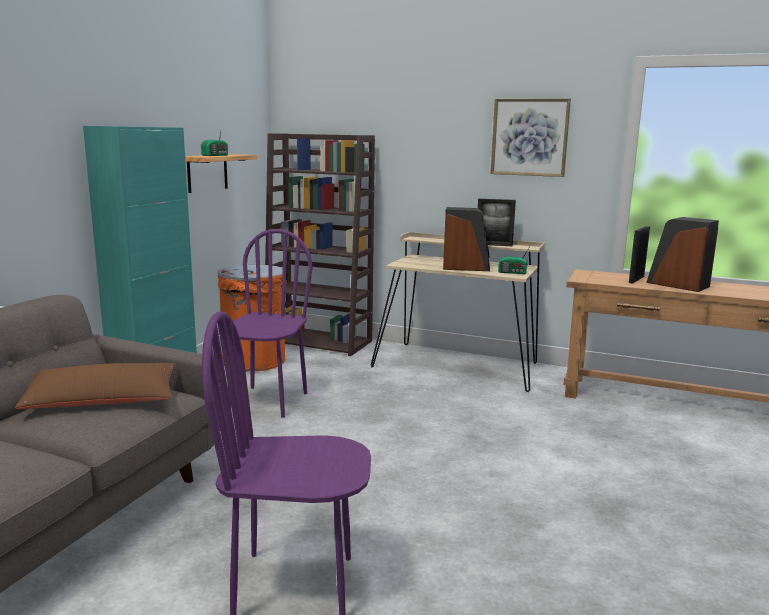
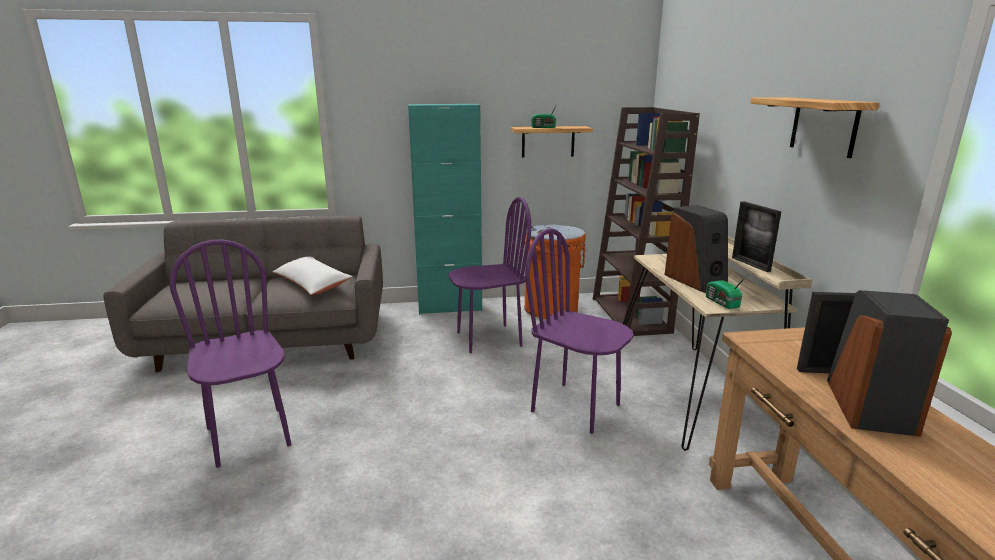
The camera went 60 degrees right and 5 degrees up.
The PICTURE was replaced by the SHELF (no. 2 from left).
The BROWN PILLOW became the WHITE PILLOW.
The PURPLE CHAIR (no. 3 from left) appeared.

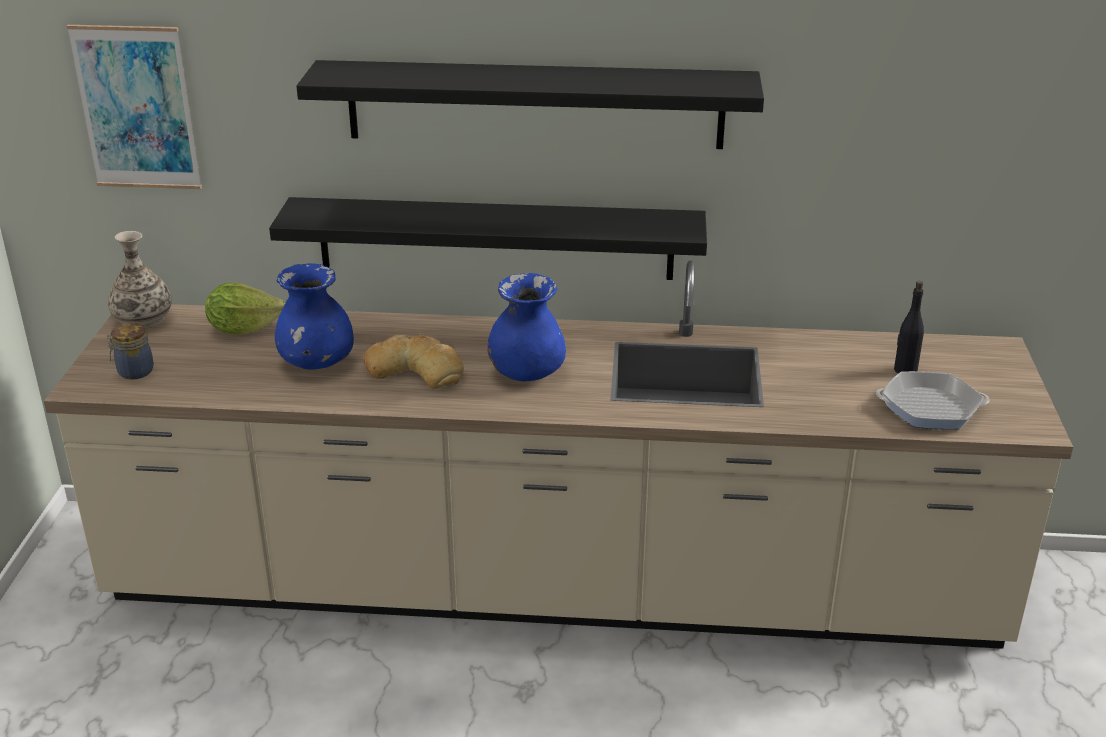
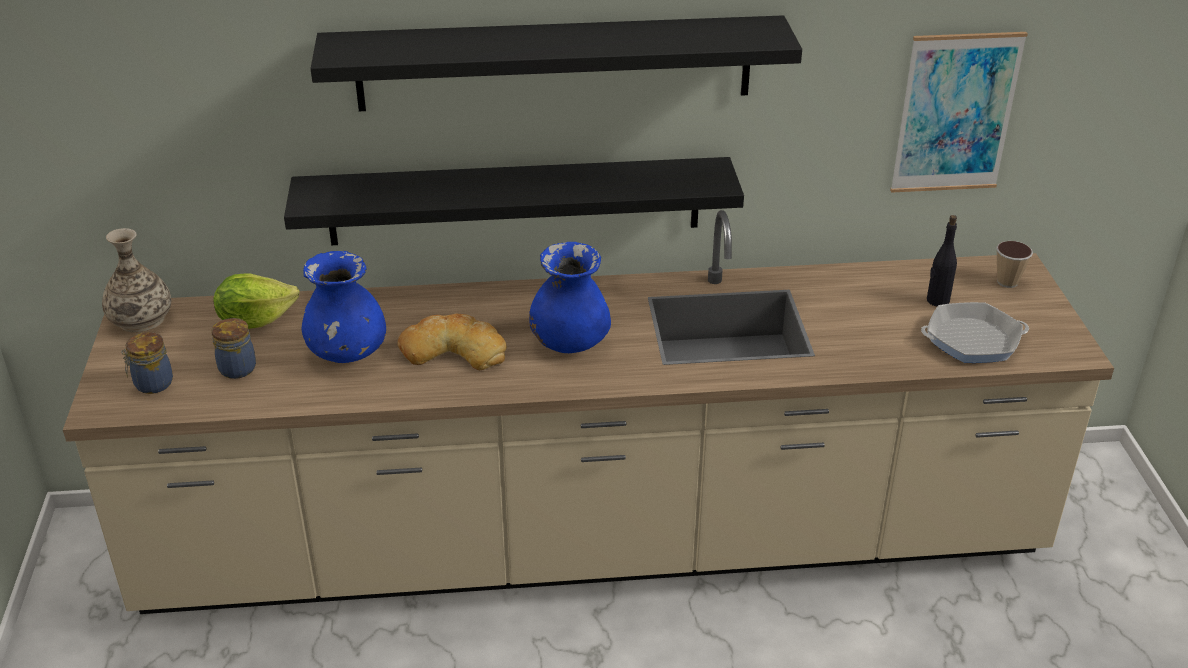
The camera went 10 degrees left and 5 degrees up.
The PICTURE moved.
The CUP appeared.
The JAR (no. 2 from left) appeared.

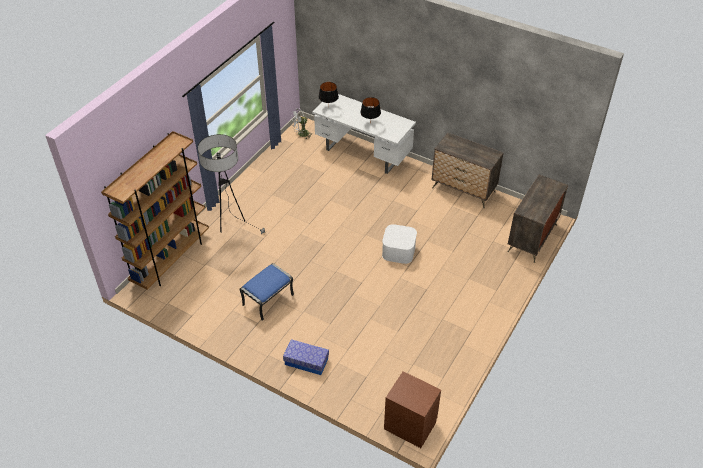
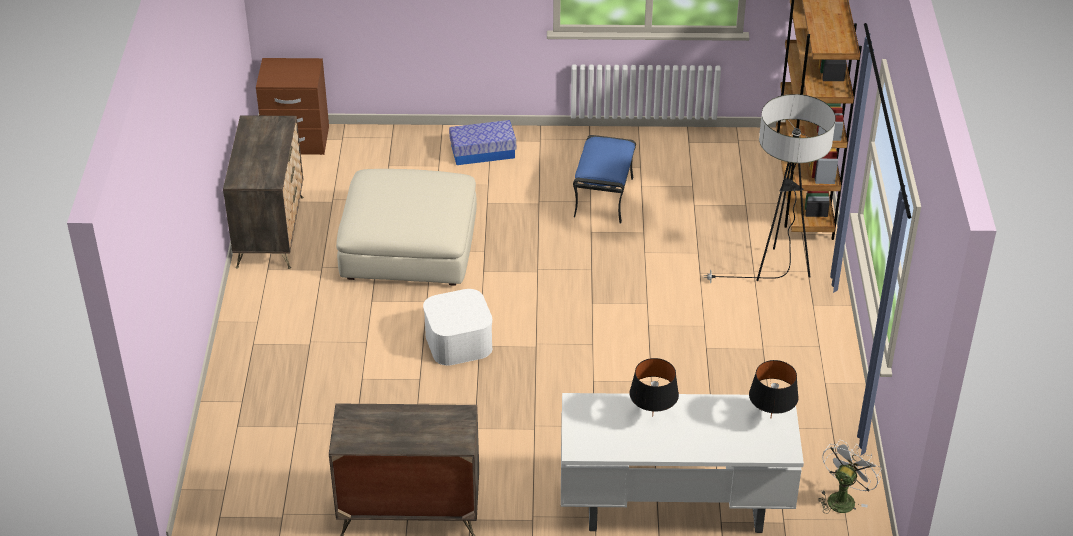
The camera went 150 degrees right and 5 degrees down.
The DRESSER (no. 2 from left in the first image) moved.
The BEIGE OTTOMAN appeared.

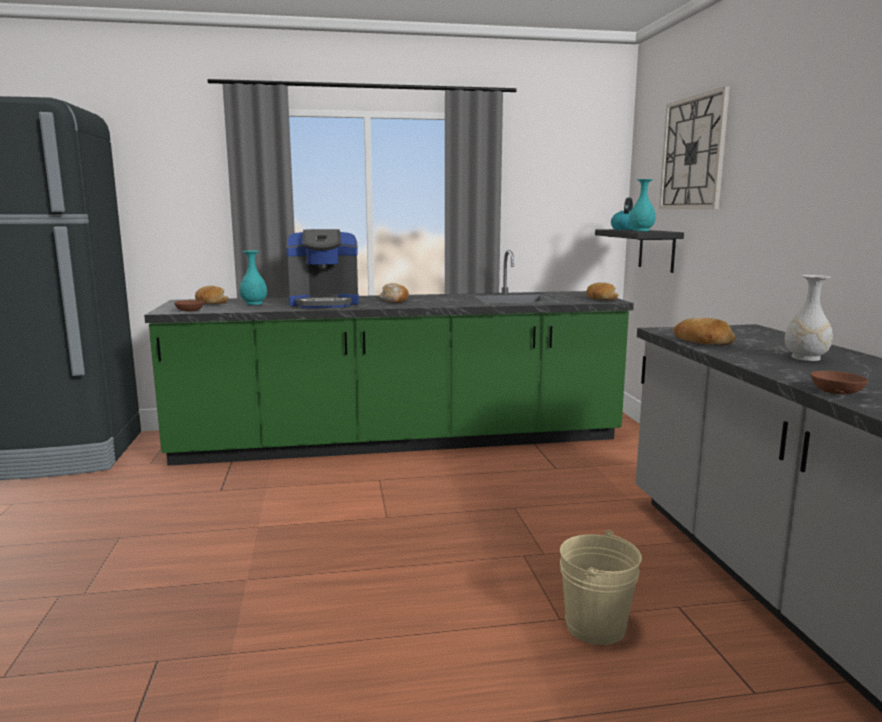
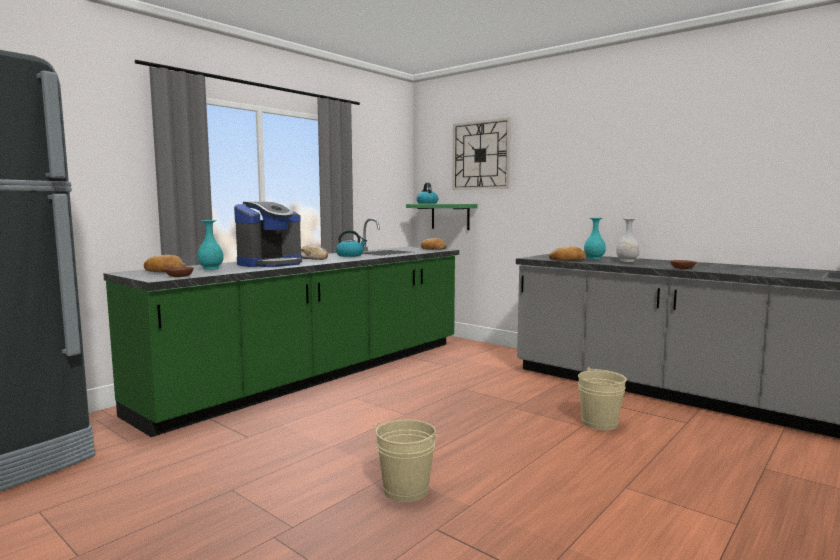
The camera went 40 degrees left and 5 degrees down.
The TURQUOISE VASE (no. 2 from left) moved.
The BLACK SHELF became the GREEN SHELF.
The KETTLE (no. 1 from left) appeared.
The BEIGE BUCKET (no. 1 from left) appeared.

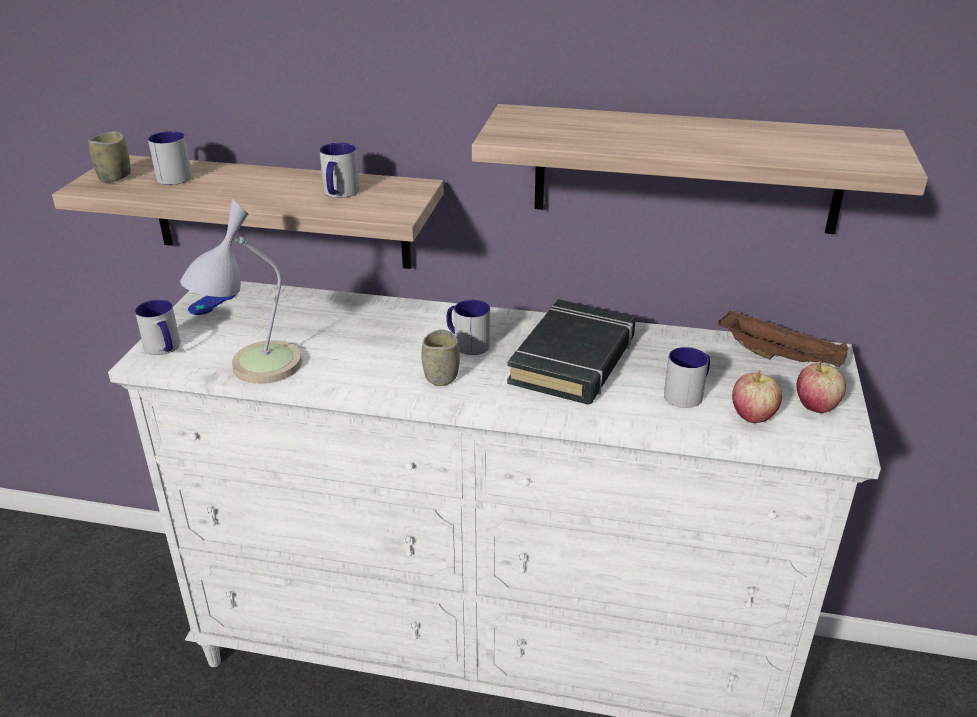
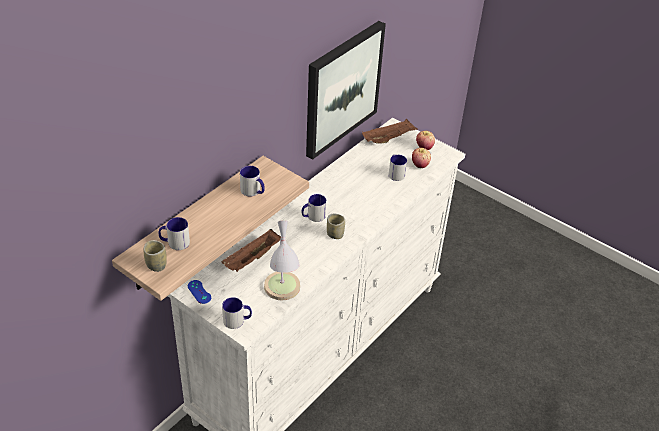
The camera went 65 degrees left and 10 degrees up.
The SHELF (no. 2 from left) was replaced by the PICTURE.
The BLACK BOOK disappeared.
The BROWN TRAY (no. 1 from left) appeared.

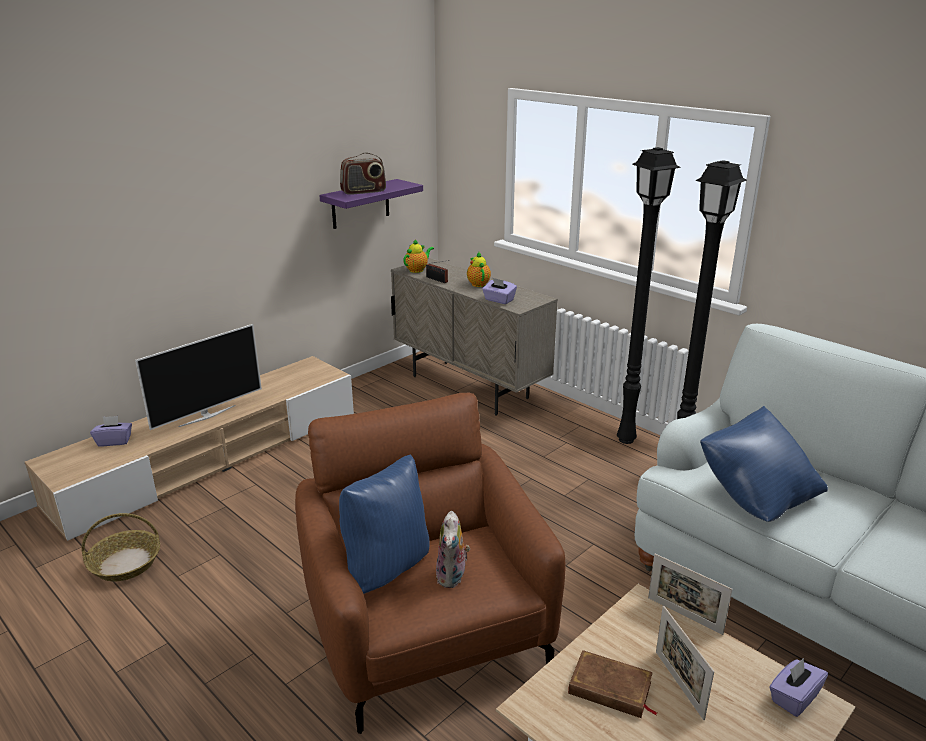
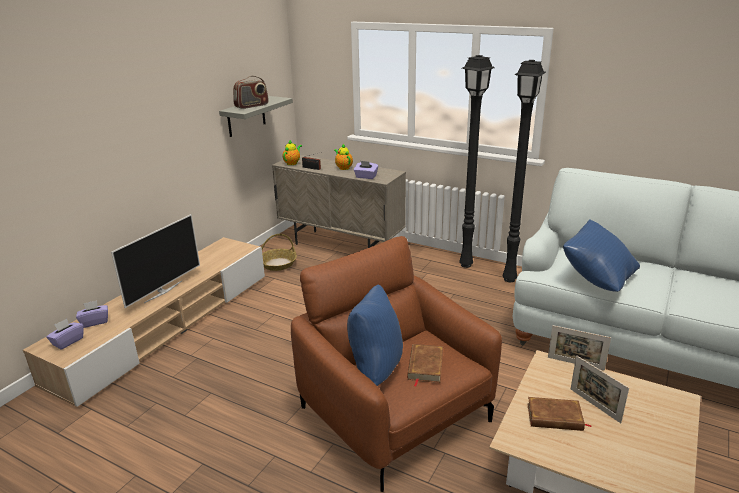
The camera went 15 degrees left and 0 degrees up.
The PURPLE SHELF became the GREY SHELF.
The PLUSH TOY was replaced by the BROWN BOOK (no. 1 from left).
The BASKET moved.
The PURPLE TISSUE BOX (no. 3 from left in the first image) moved.

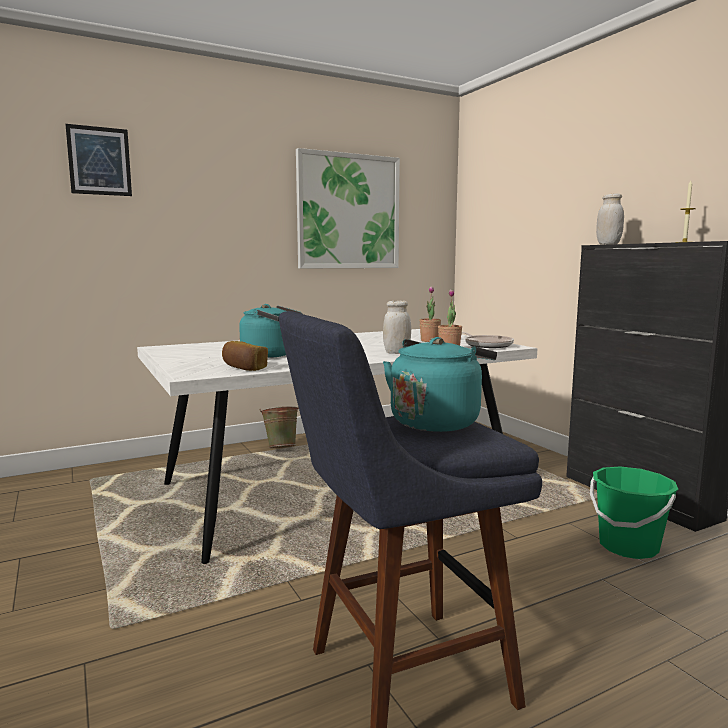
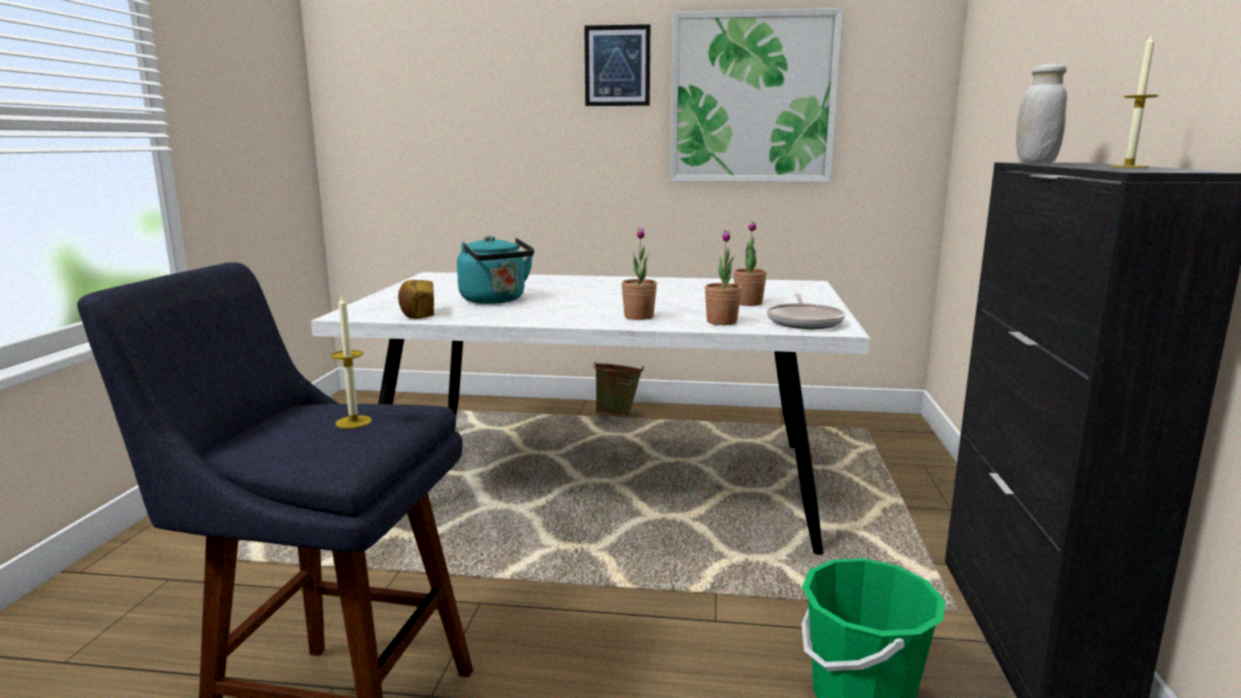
The camera went 35 degrees right and 5 degrees up.
The PICTURE (no. 1 from left) moved.
The WHITE JAR (no. 1 from left) was replaced by the POTTED PLANT (no. 1 from left).
The TURQUOISE KETTLE (no. 2 from left) was replaced by the CANDLE (no. 1 from left).

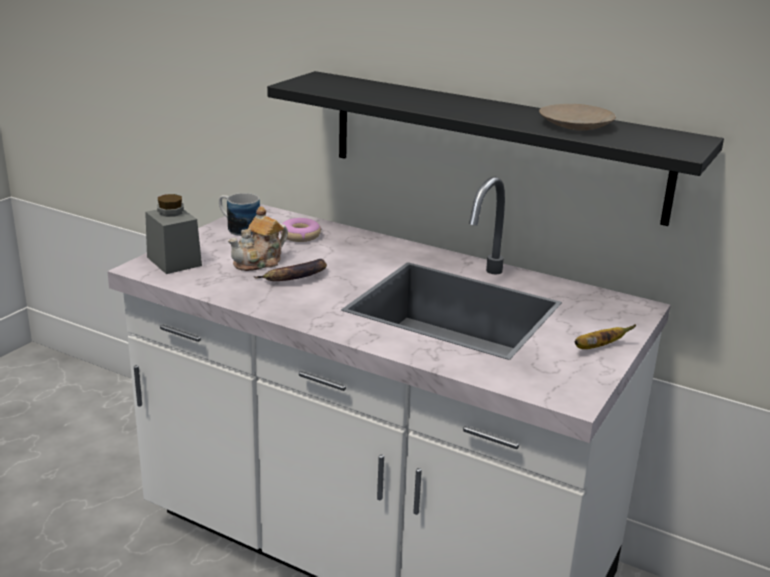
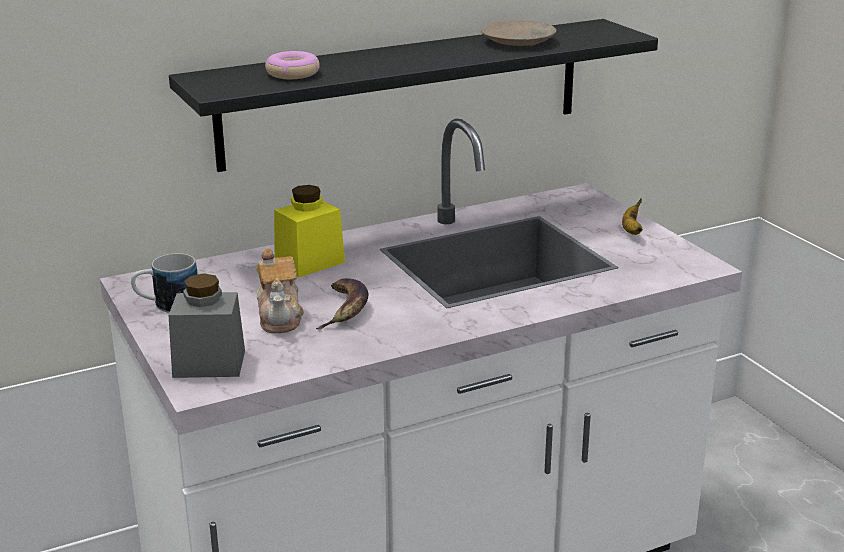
The camera went 55 degrees left and 0 degrees up.
The DONUT moved.
The YELLOW JAR appeared.

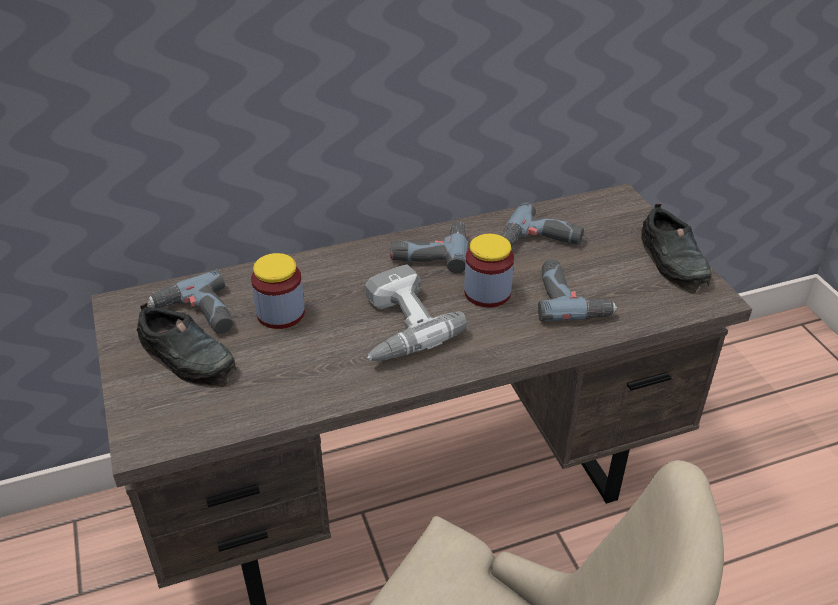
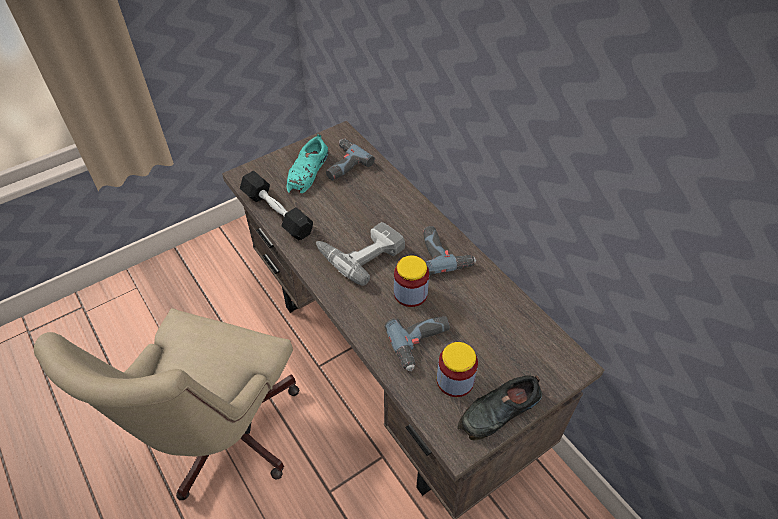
The camera went 75 degrees right and 10 degrees up.
The POWER DRILL (no. 4 from left) disappeared.
The JAR (no. 1 from left in the first image) moved.
The BLACK SHOE (no. 1 from left) became the TURQUOISE SHOE.
The BLACK DUMBBELL appeared.

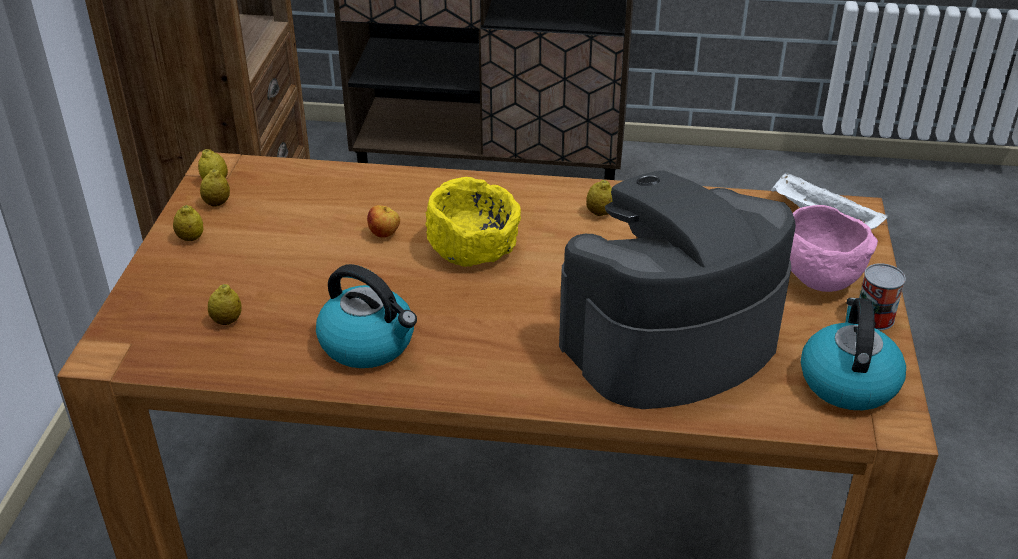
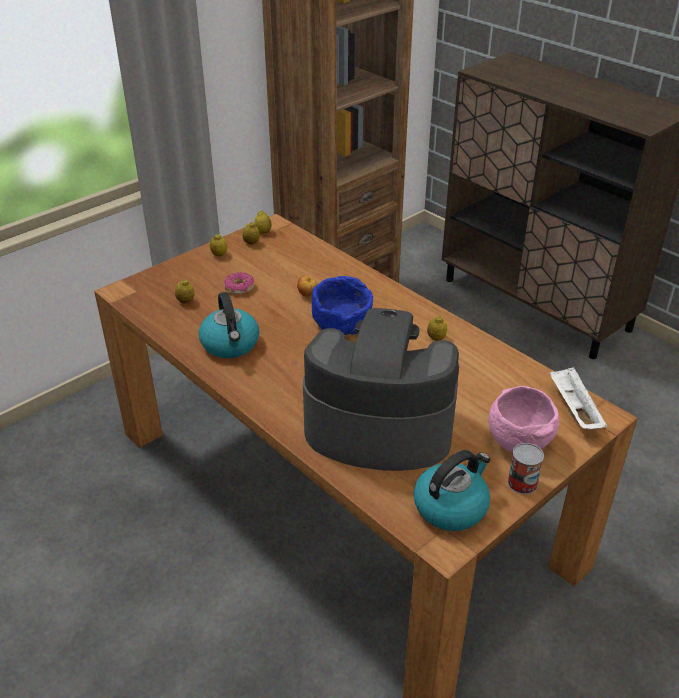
The camera went 40 degrees right and 0 degrees up.
The YELLOW BOWL became the BLUE BOWL.
The DONUT appeared.

